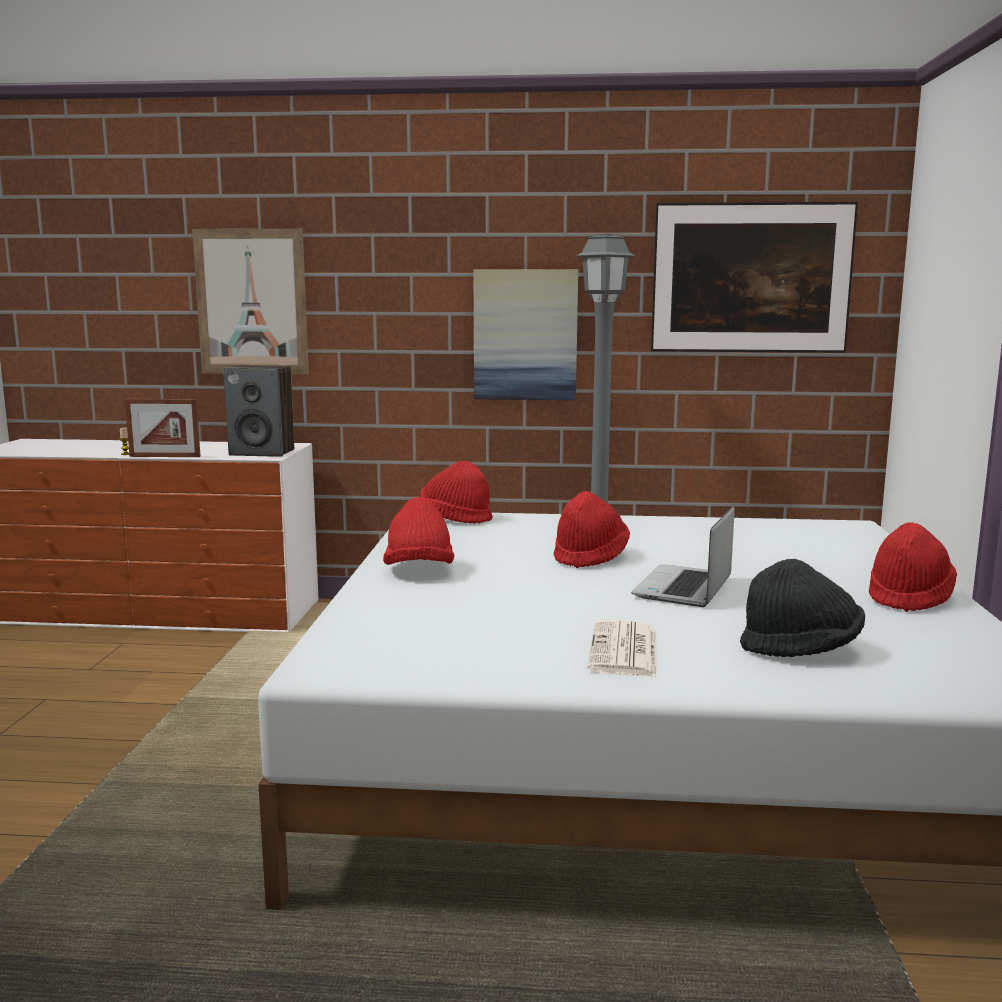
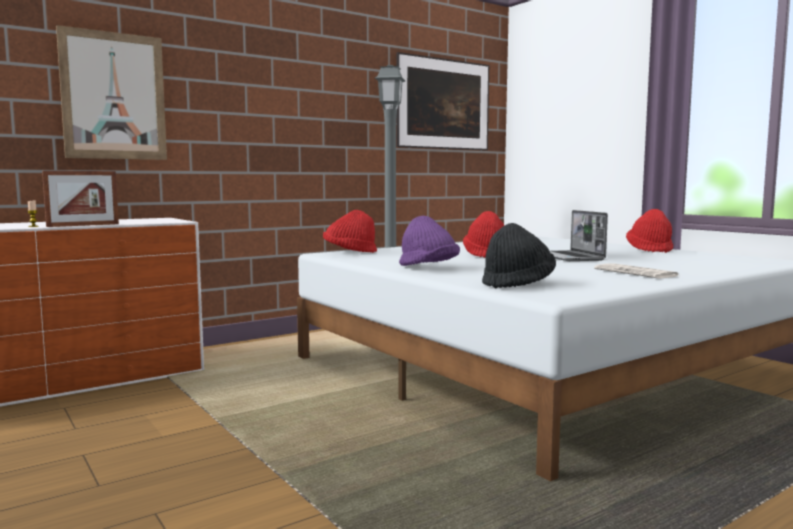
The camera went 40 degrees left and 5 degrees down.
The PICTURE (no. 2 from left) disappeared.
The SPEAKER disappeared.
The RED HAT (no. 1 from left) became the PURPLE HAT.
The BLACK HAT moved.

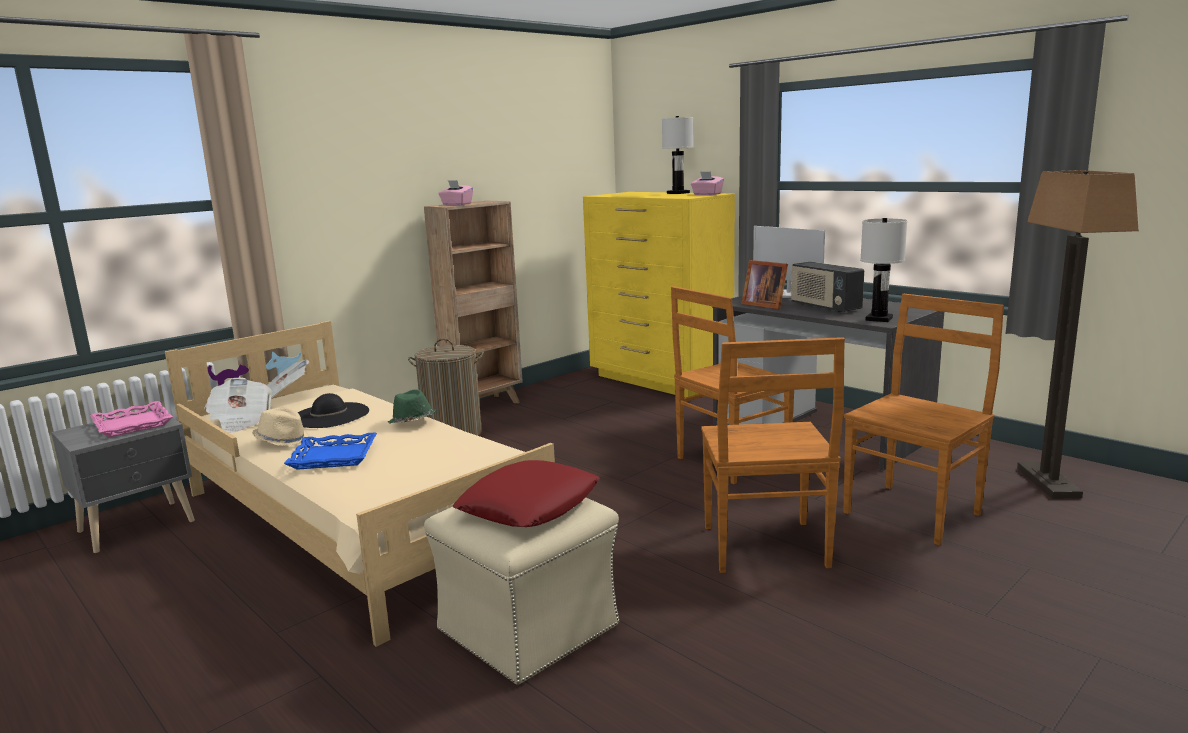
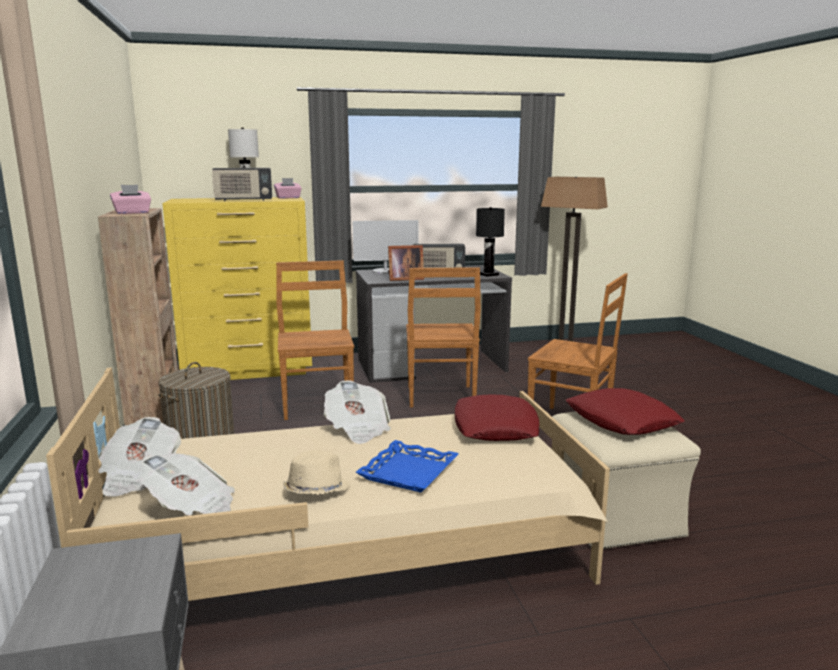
The camera went 60 degrees left and 0 degrees up.
The WHITE TABLE LAMP (no. 2 from left) became the BLACK TABLE LAMP.
The BROWN CHAIR (no. 3 from left in the first image) moved.
The GREEN HAT was replaced by the NEWSPAPER (no. 3 from left).
The BLACK HAT disappeared.
The PINK TRAY disappeared.
The RADIO (no. 1 from left) appeared.
The RED PILLOW (no. 1 from left) appeared.

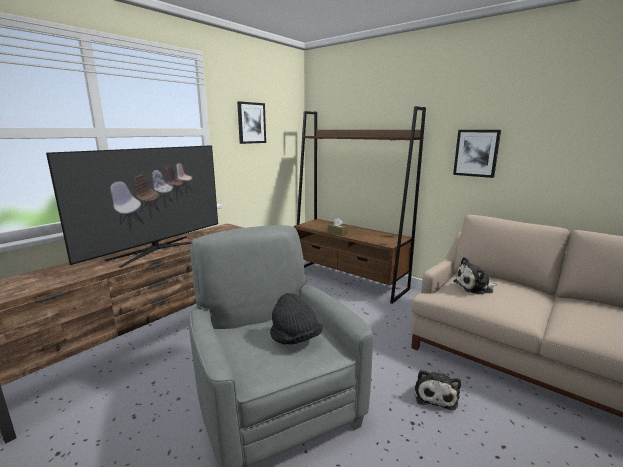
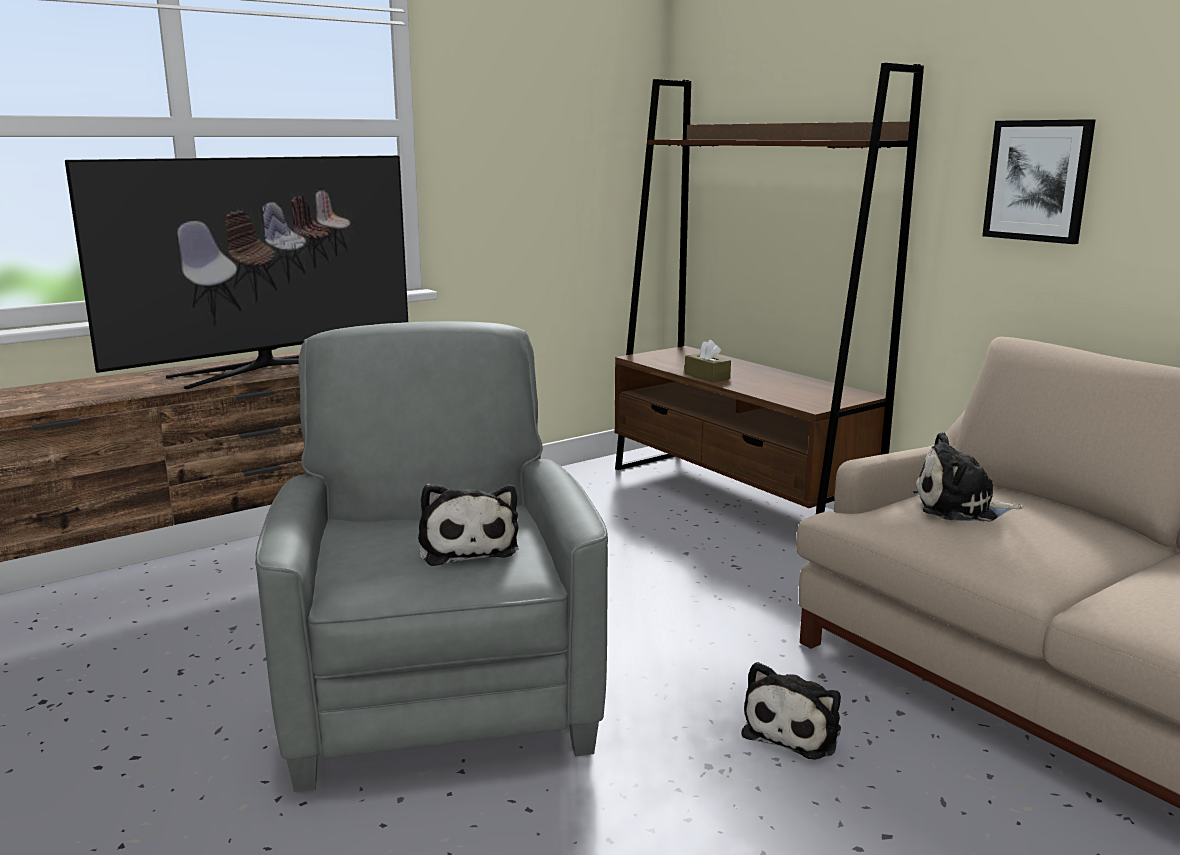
The camera went 15 degrees right and 0 degrees up.
The PICTURE (no. 1 from left) disappeared.
The BLACK HAT was replaced by the PLUSH TOY (no. 1 from left).

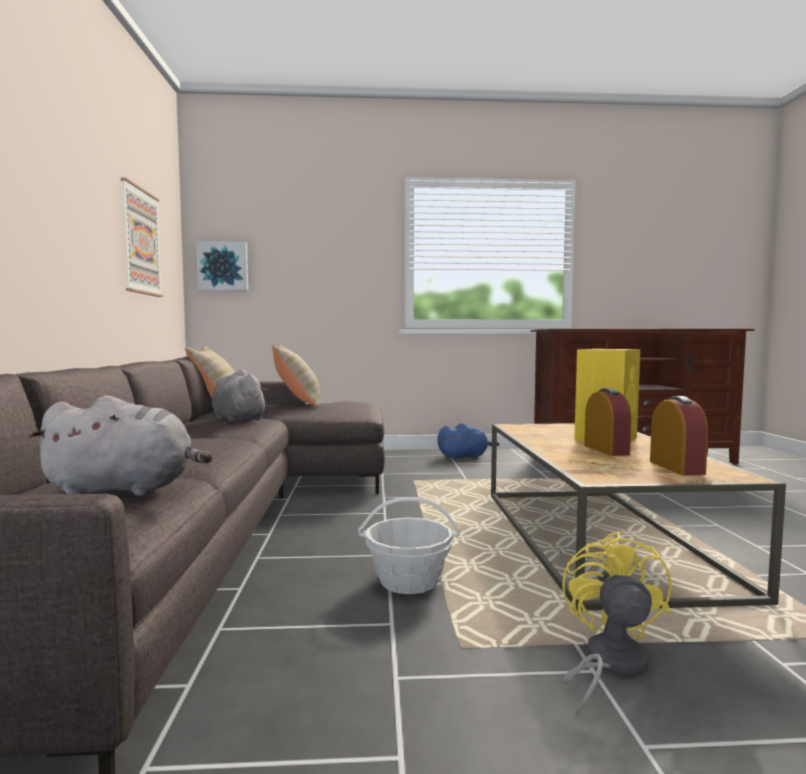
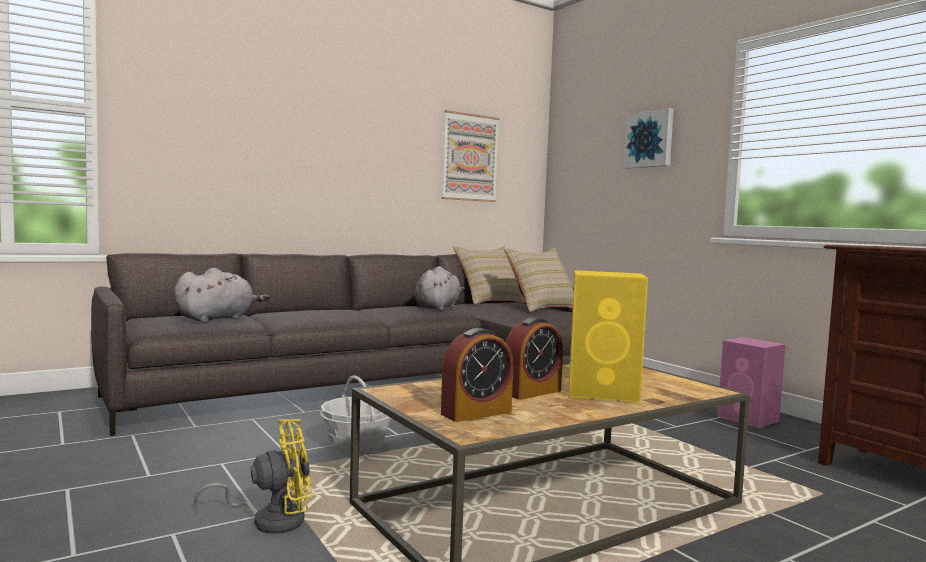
The camera went 60 degrees right and 0 degrees up.
The PICTURE (no. 2 from left) moved.
The GREY PLUSH TOY (no. 1 from left) turned 105 degrees counterclockwise.
The BLUE PLUSH TOY was replaced by the PINK SPEAKER.

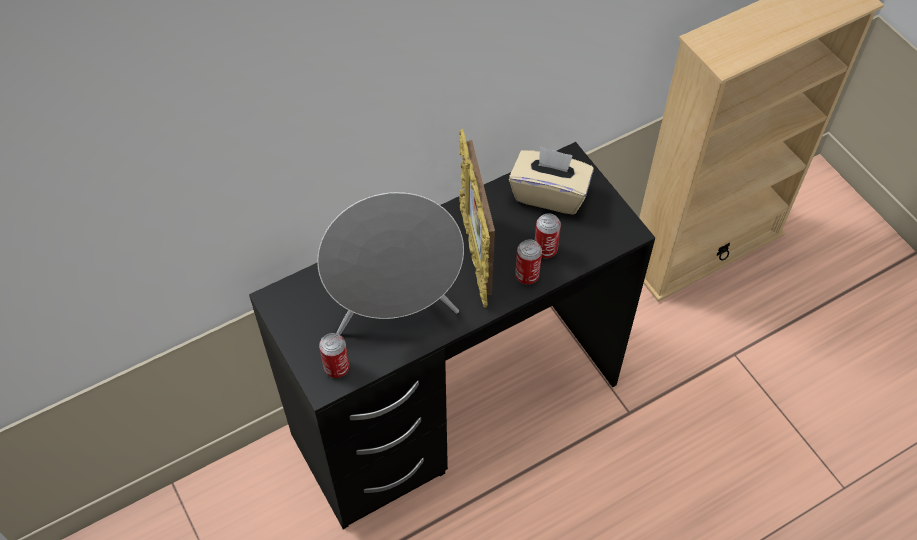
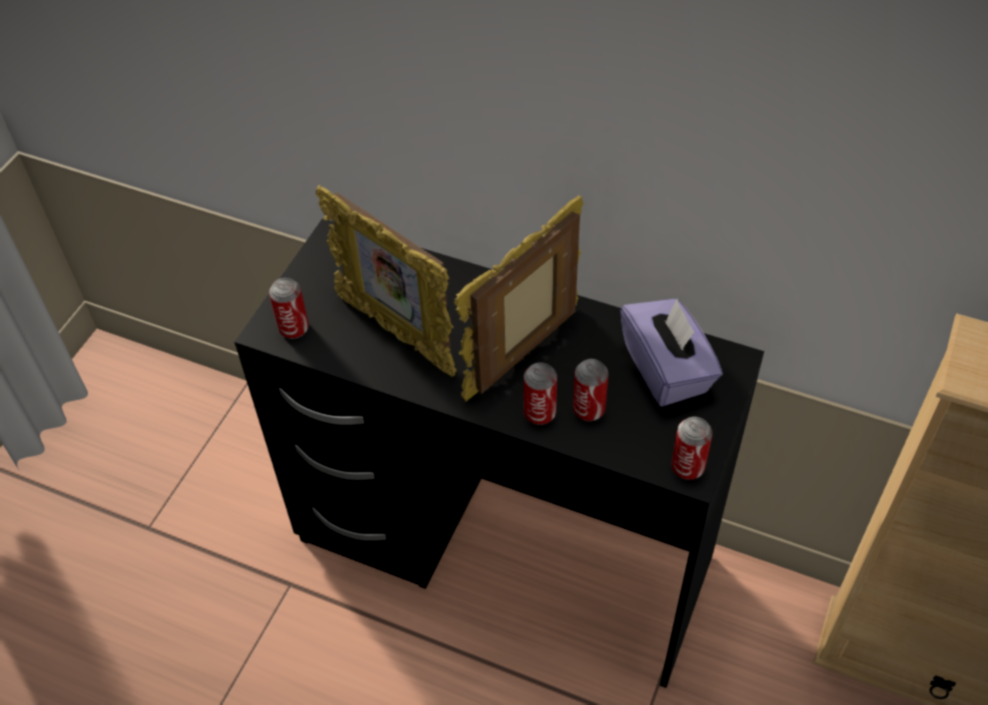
The camera went 55 degrees right and 5 degrees down.
The BEIGE TISSUE BOX became the PURPLE TISSUE BOX.
The GREY SPEAKER was replaced by the PICTURE FRAME (no. 1 from left).
The CAN (no. 4 from left) appeared.

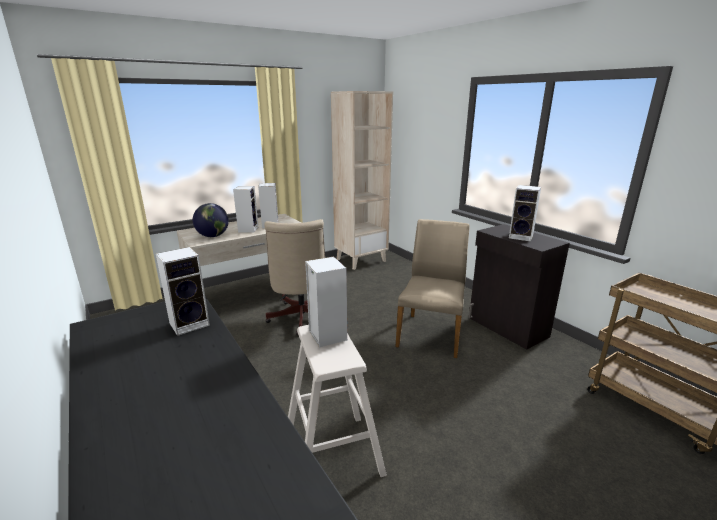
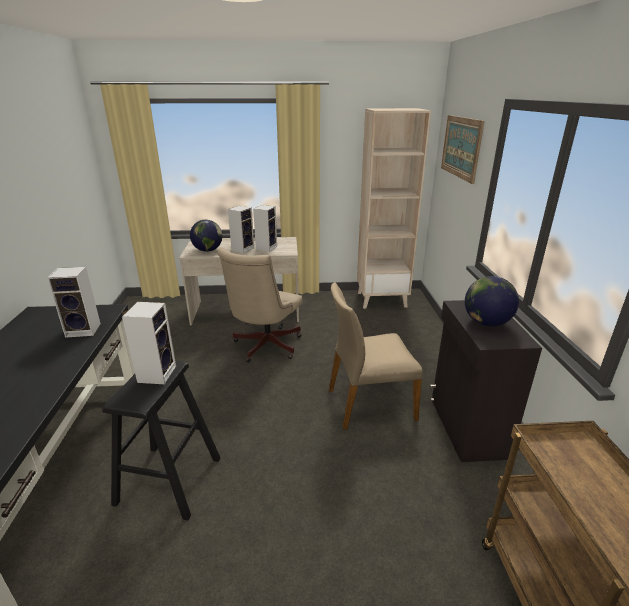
The camera went 30 degrees right and 5 degrees up.
The SPEAKER (no. 5 from left) was replaced by the GLOBE (no. 2 from left).
The BEIGE CHAIR turned 150 degrees counterclockwise.
The BEIGE STOOL became the BLACK STOOL.
The PICTURE appeared.

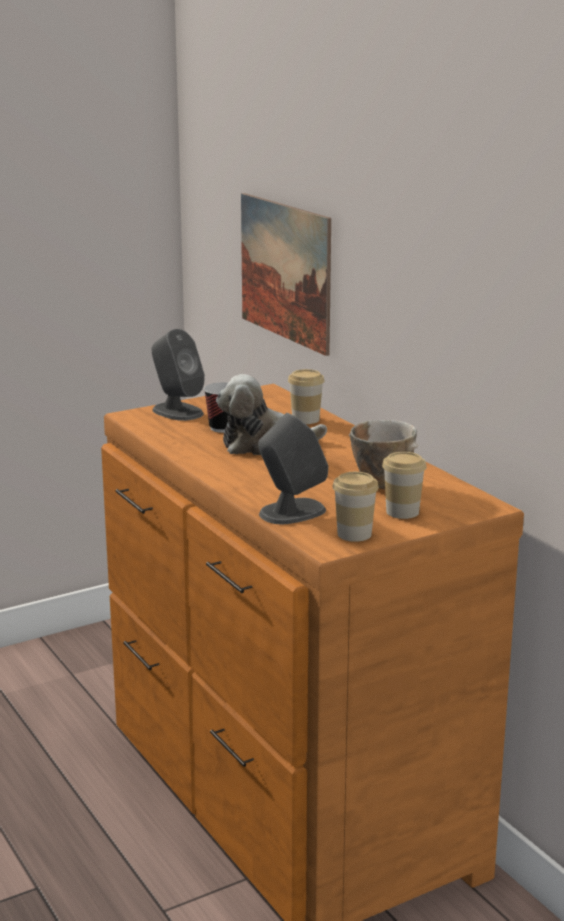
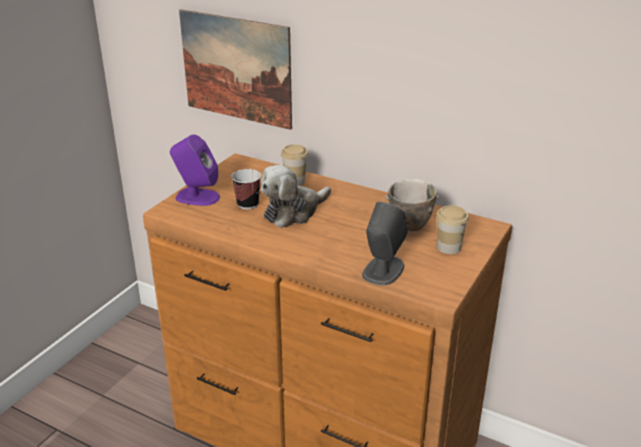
The camera went 30 degrees left and 10 degrees up.
The GREY SPEAKER (no. 1 from left) became the PURPLE SPEAKER.
The CUP (no. 3 from left) disappeared.

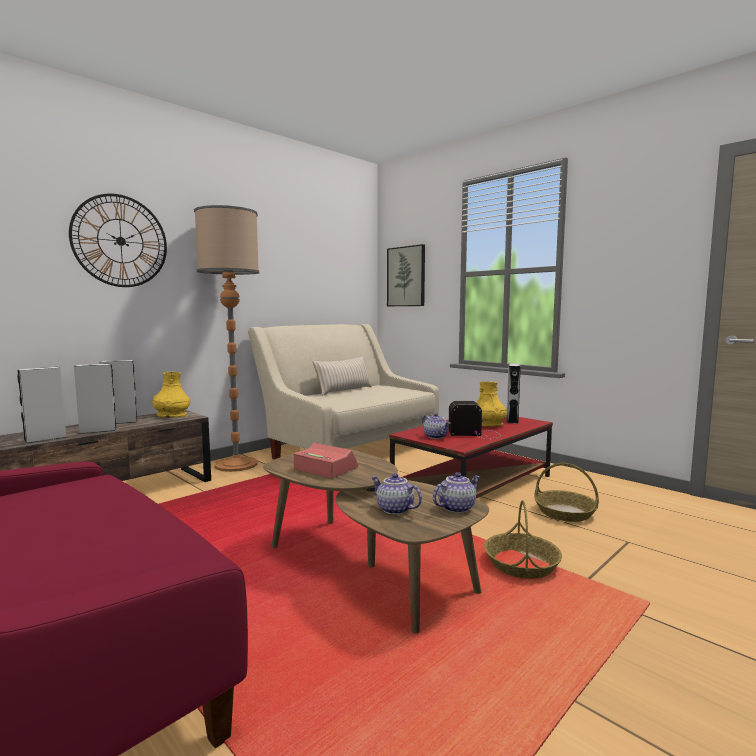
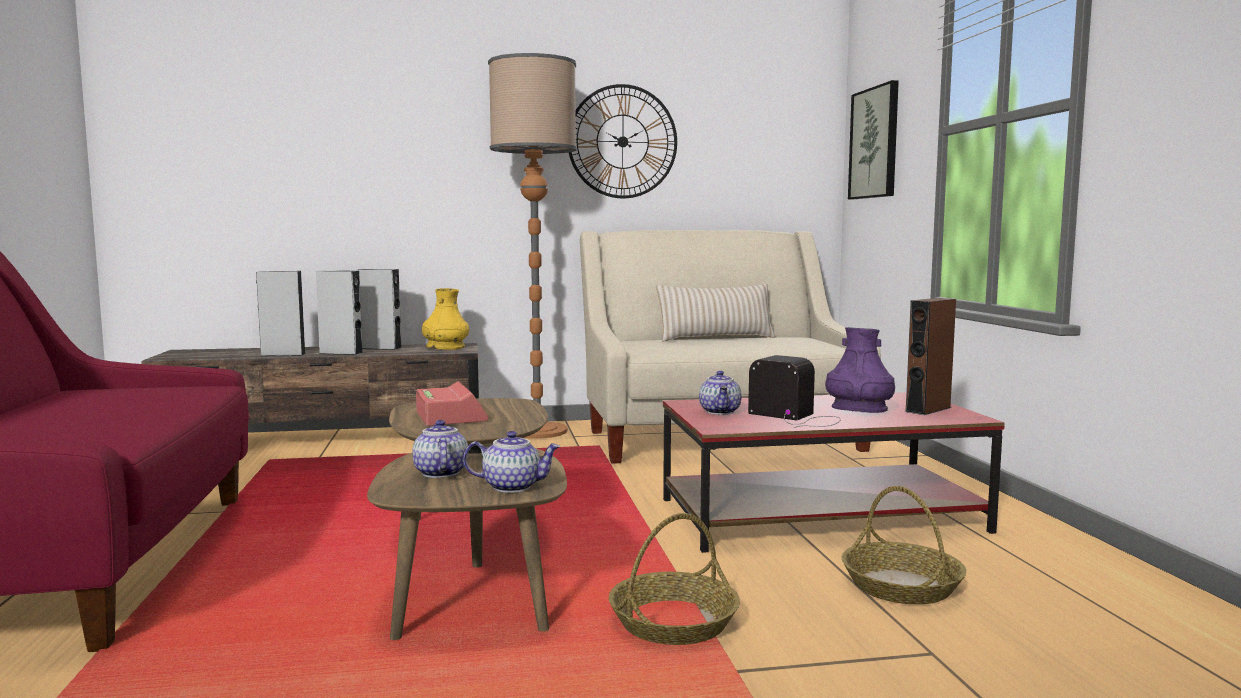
The camera went 35 degrees right and 0 degrees up.
The WALL CLOCK moved.
The GREY SPEAKER (no. 4 from left) became the BROWN SPEAKER.
The YELLOW VASE (no. 2 from left) became the PURPLE VASE.

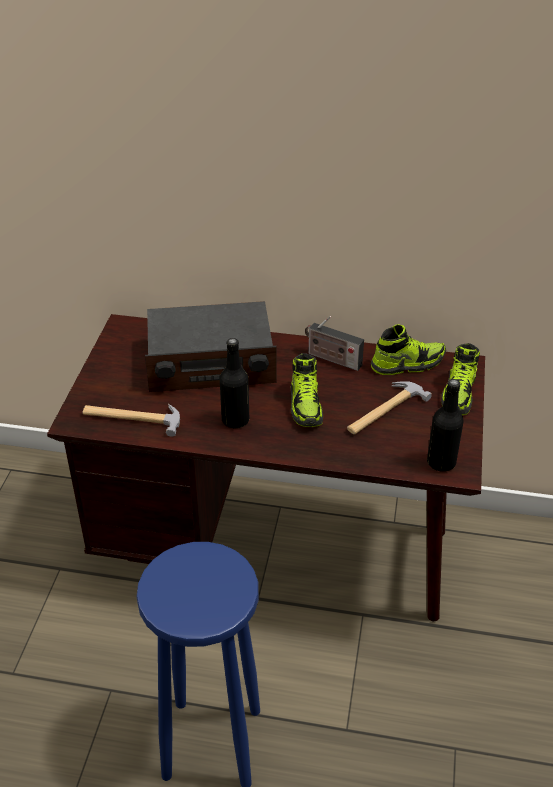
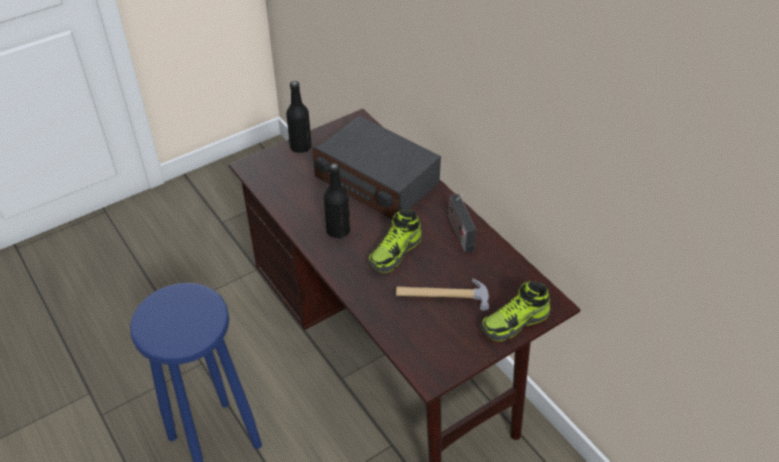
The camera went 45 degrees right and 5 degrees up.
The SHOE (no. 2 from left) disappeared.
The BLACK BOTTLE (no. 2 from left in the first image) moved.
The HAMMER (no. 1 from left) disappeared.

